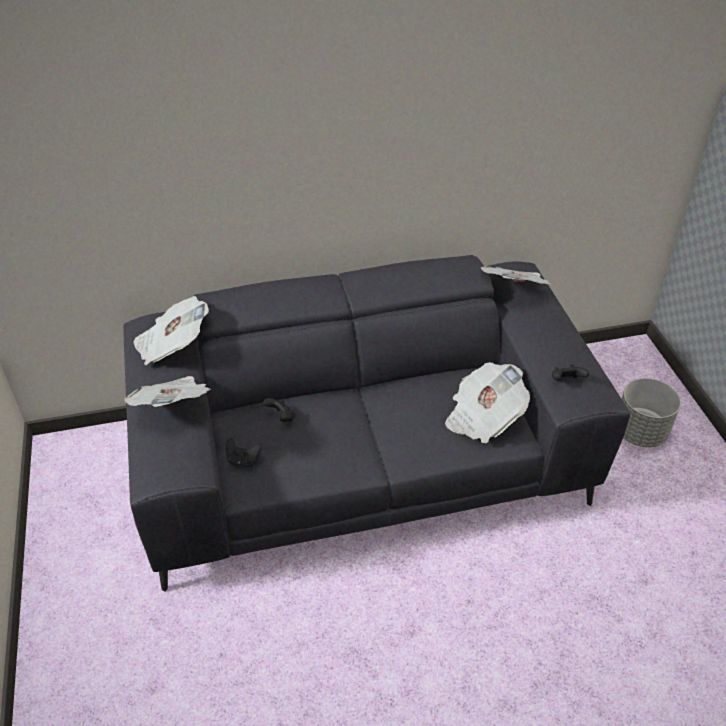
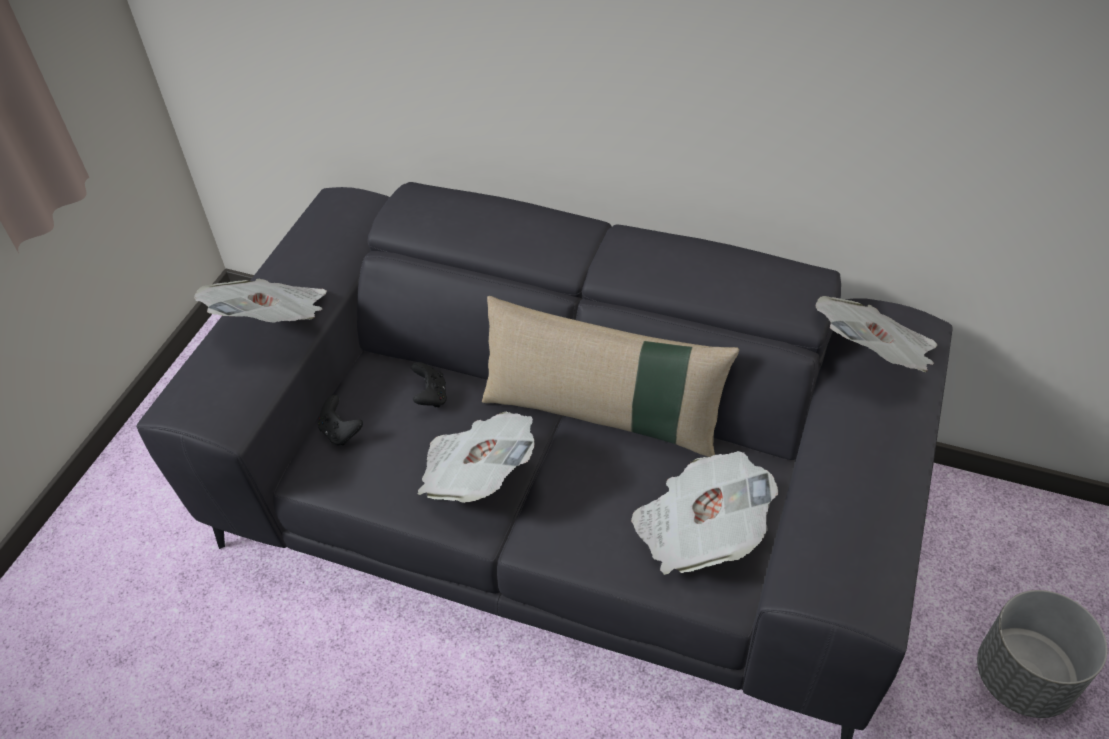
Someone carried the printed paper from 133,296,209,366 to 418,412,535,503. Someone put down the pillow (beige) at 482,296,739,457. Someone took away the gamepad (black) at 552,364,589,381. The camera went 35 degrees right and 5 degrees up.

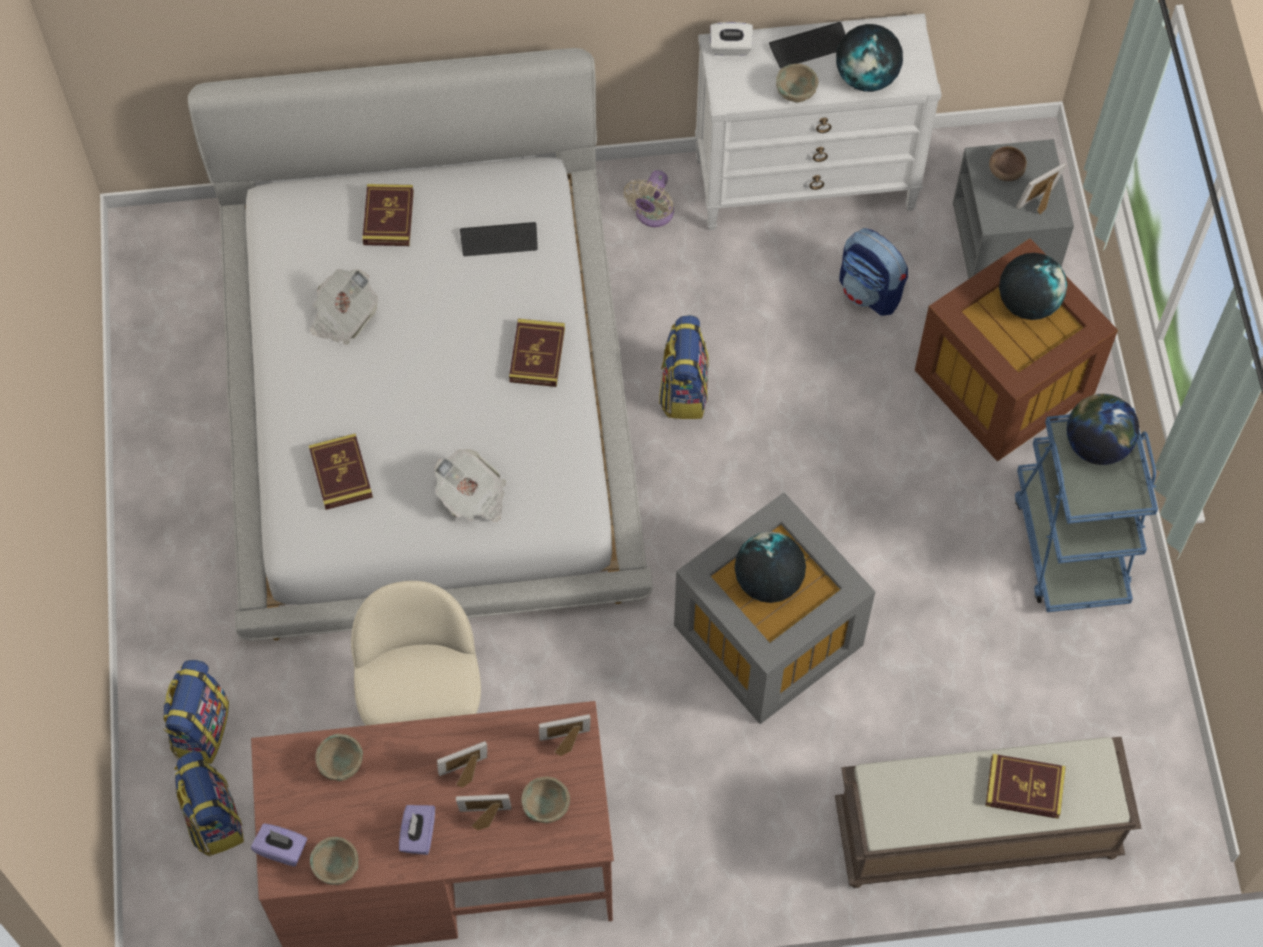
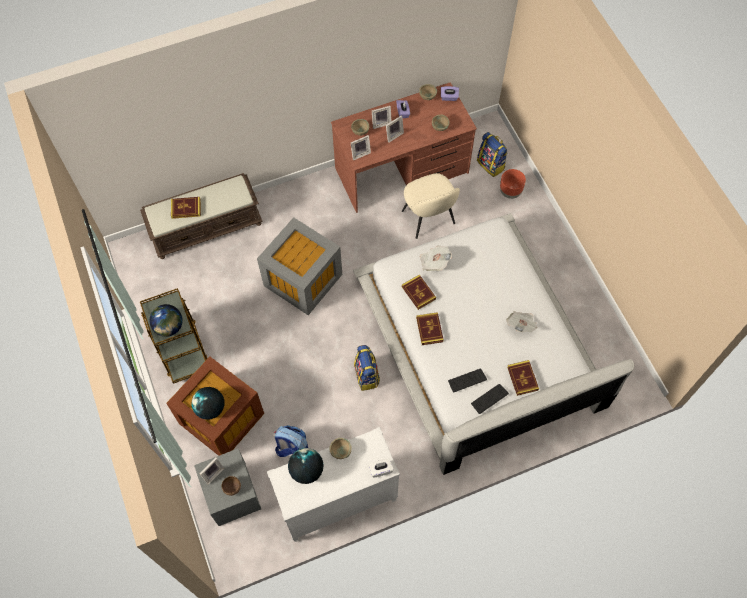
Someone repainted the cart (blue) at 1015,408,1158,612, which became the cart (brown-coloured) at 140,288,208,384. Someone carried the book from 309,433,373,510 to 402,275,436,310. Someone carried the computer keyboard from 769,22,846,68 to 471,384,509,414. Someone swapped the rucksack at 164,660,229,764 for the plant pot (brown-coloured) at 500,169,526,199. Someone took away the electric fan (beige) at 623,170,674,227. Someone took away the world globe at 735,532,806,603. The camera went 165 degrees right and 0 degrees up.

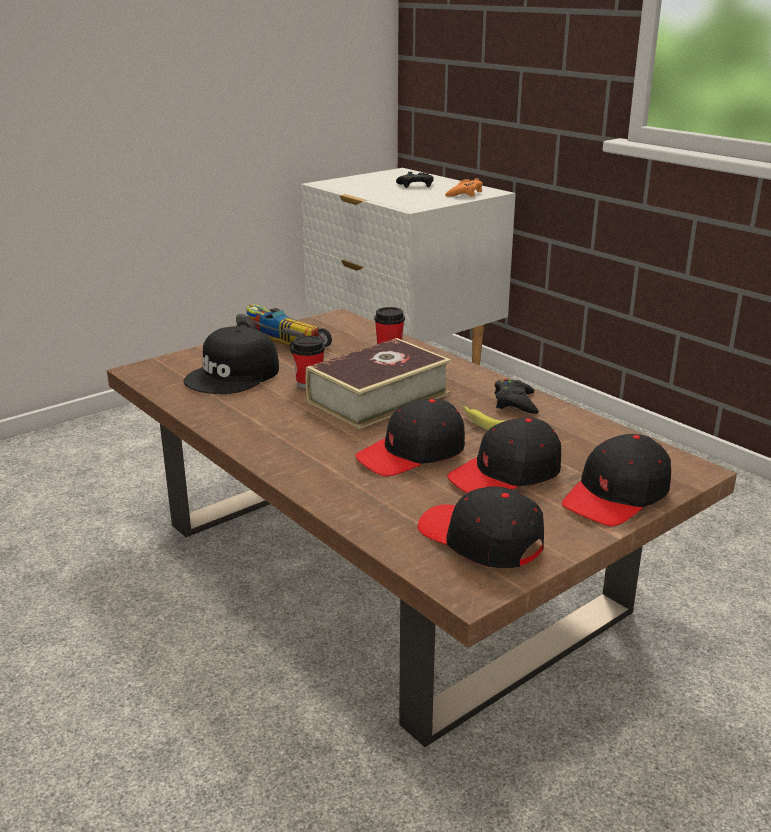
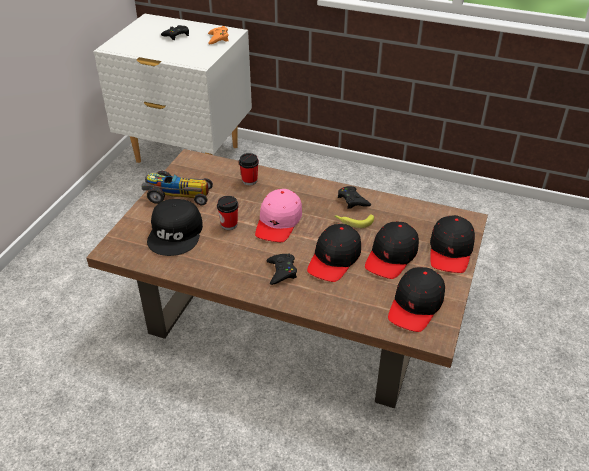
Someone swapped the book at 305,338,451,429 for the baseball cap (pinkish) at 255,189,302,242. Someone put down the gamepad (black) at 267,254,297,285. Someone rotated the baseball cap (black) at 418,486,544,568 by 75 degrees counterclockwise. The camera went 30 degrees left and 15 degrees up.

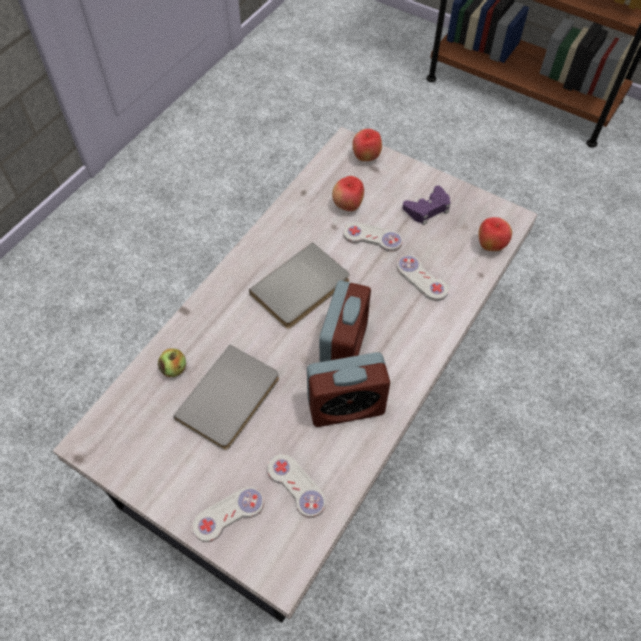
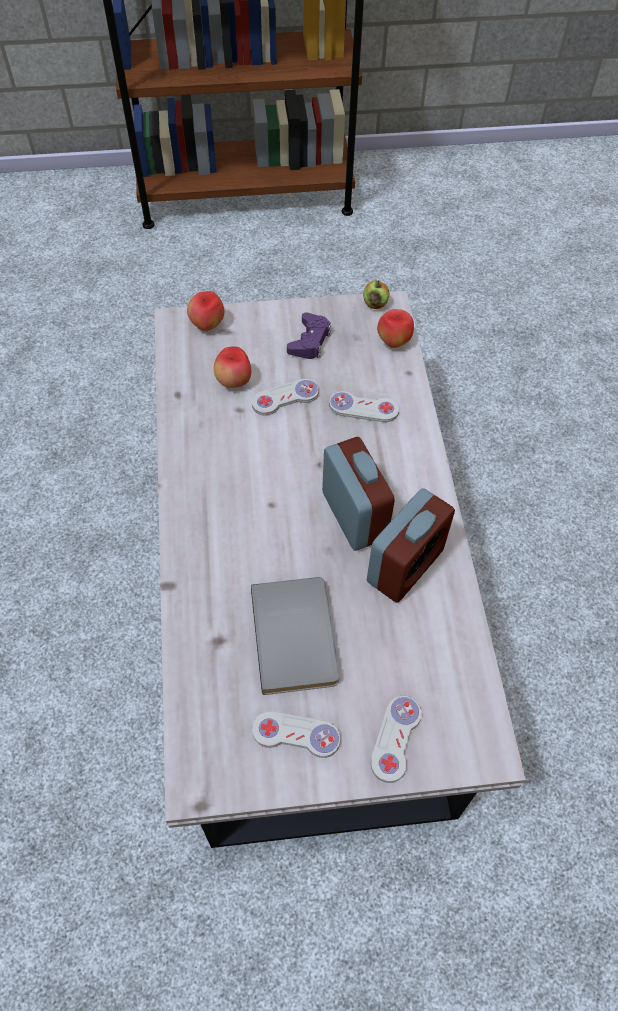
Someone carried the gamepad (whitish) from 267,454,326,518 to 252,711,341,758. Someone carried the apple fruit from 158,348,186,377 to 363,280,390,309. Someone took away the book (gray) at 249,242,349,329. The camera went 40 degrees left and 0 degrees up.

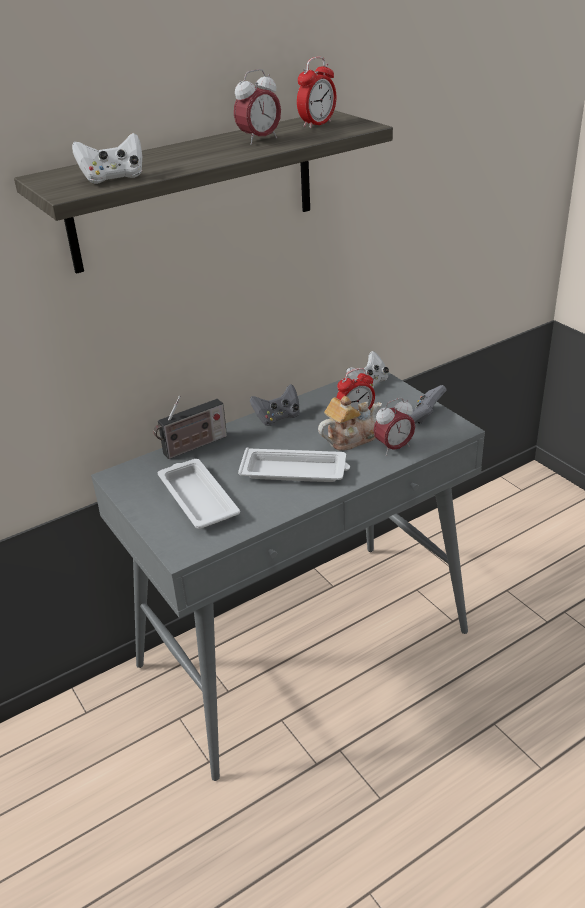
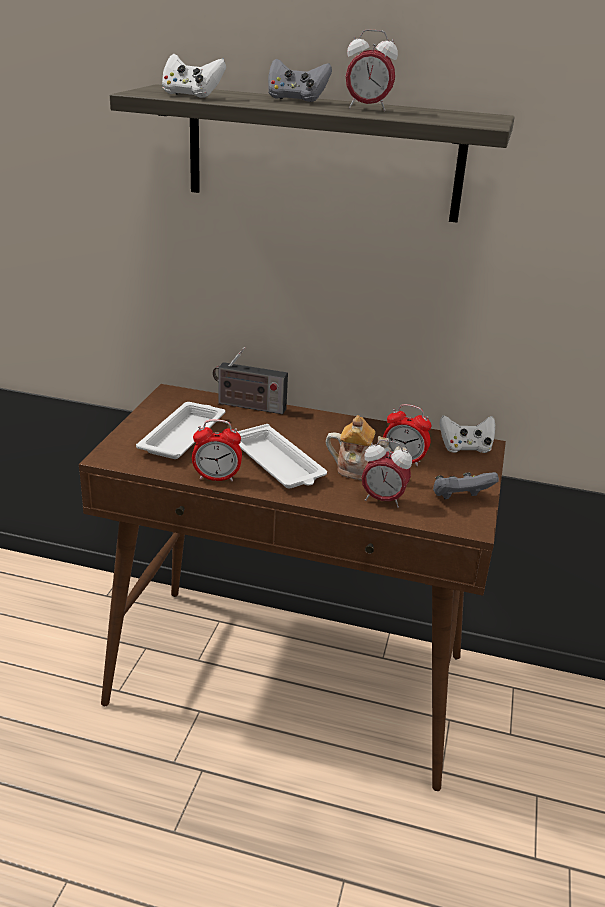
Someone repainted the console table (gray) at 91,372,485,781, which became the console table (brown-coloured) at 79,384,506,791. Someone carried the alarm clock from 297,57,337,129 to 192,419,242,481. Someone carried the gamepad (gray) from 250,384,300,426 to 268,59,332,102. The camera went 45 degrees right and 5 degrees down.

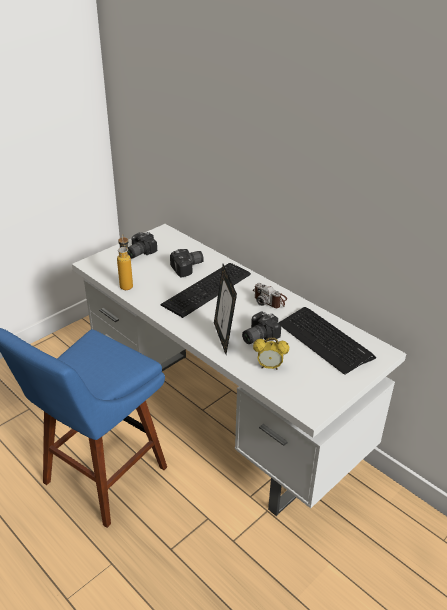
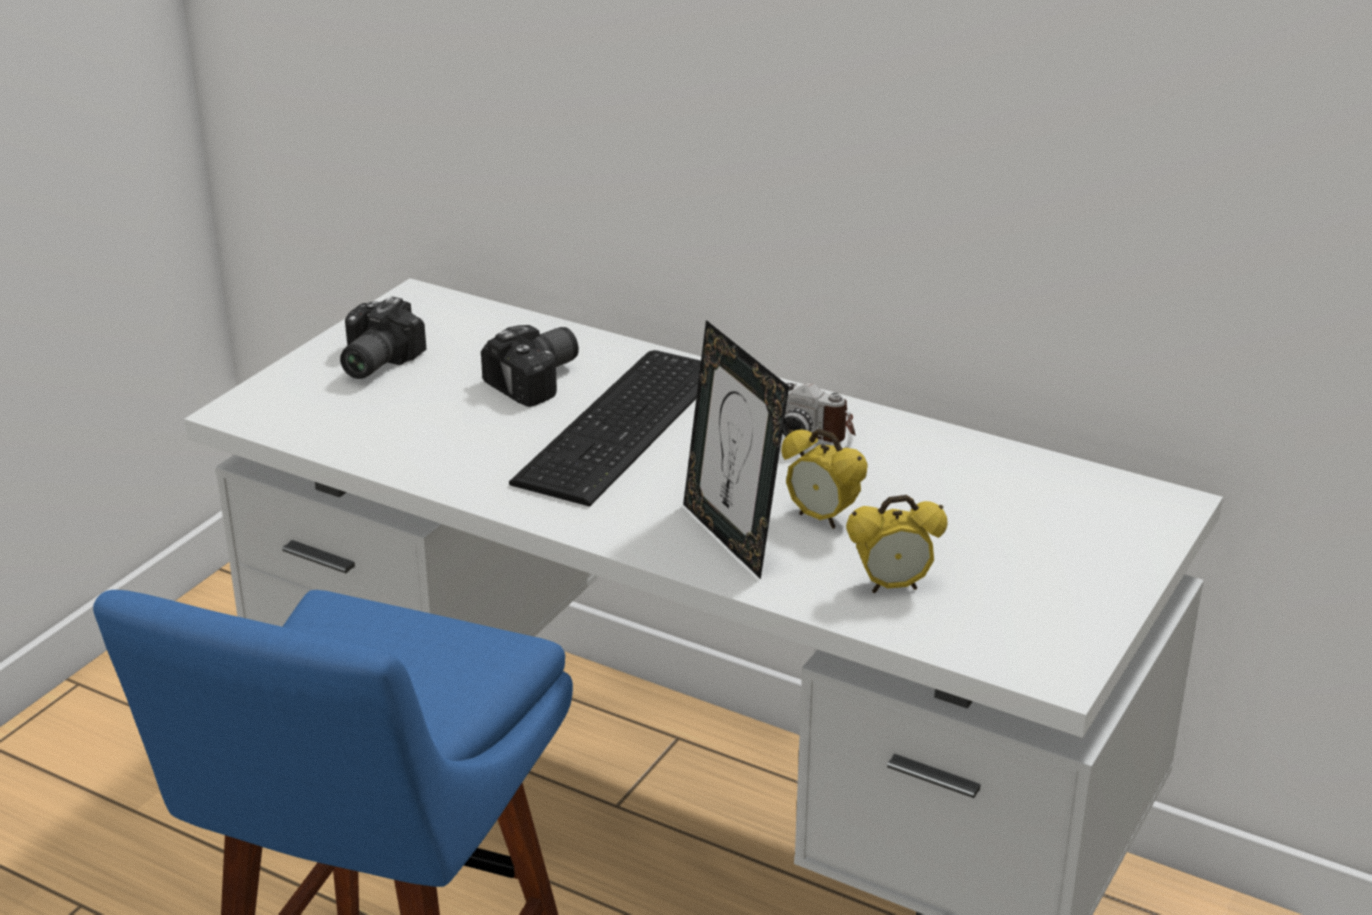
Someone swapped the still camera at 242,312,281,344 for the alarm clock at 781,429,868,529. Someone took away the bottle at 117,234,133,290. Someone took away the computer keyboard at 279,307,376,375. The camera went 15 degrees left and 5 degrees down.

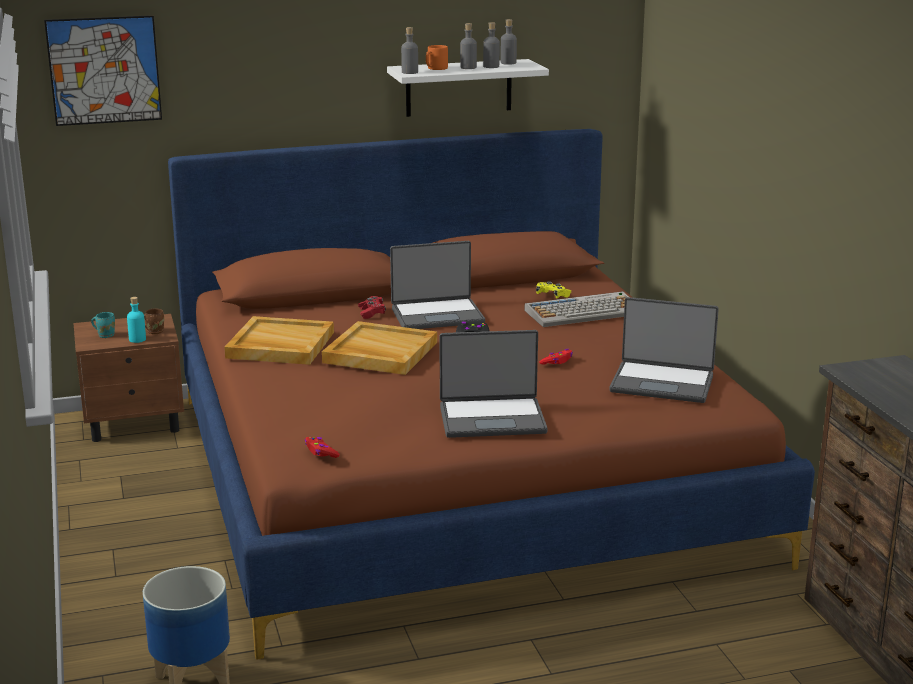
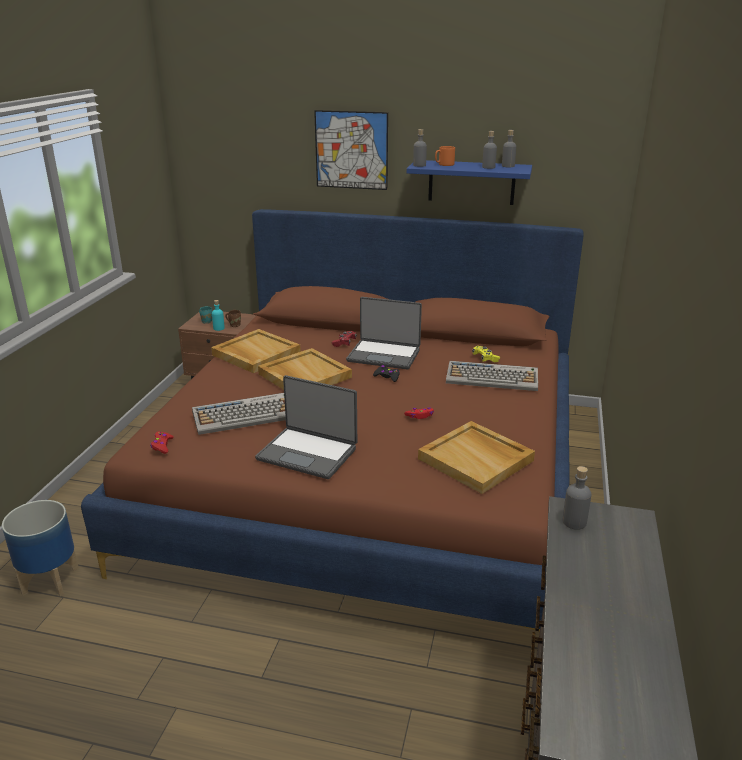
Someone put down the computer keyboard at 192,393,286,435. Someone carried the wall picture from 44,15,162,126 to 314,110,388,190. Someone repainted the bracket shelf (whitish) at 387,59,549,117, which became the bracket shelf (blue) at 407,160,532,205. Someone swapped the portable computer at 610,297,719,403 for the tray (beige) at 418,421,535,494. Someone carried the bottle (gray) from 460,23,477,69 to 562,466,591,530. The camera went 30 degrees right and 5 degrees up.

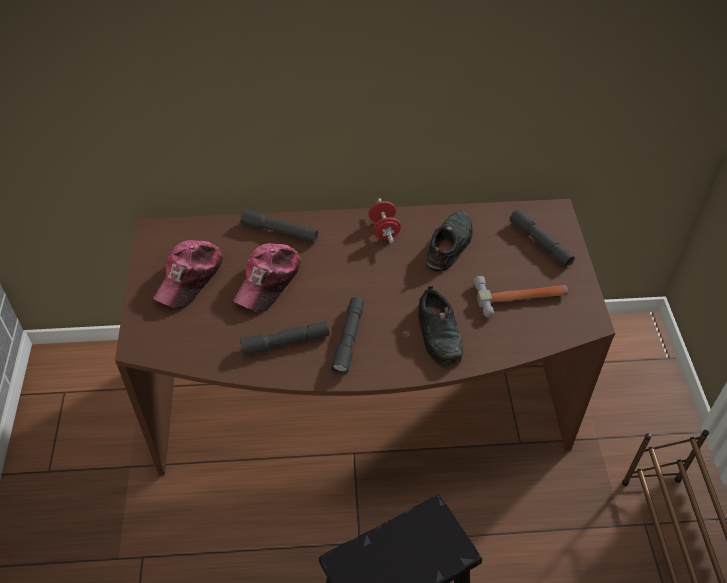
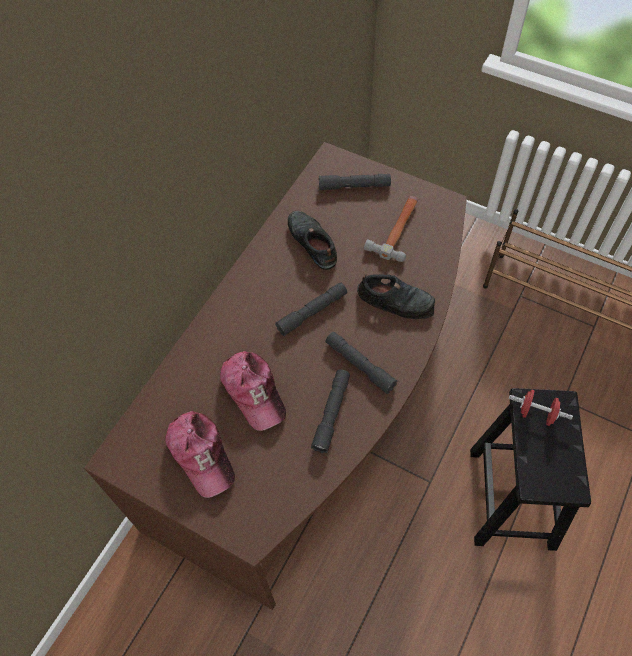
Someone carried the torch (gray) from 240,210,318,243 to 275,282,347,336. Someone carried the free weight (red) from 368,198,401,243 to 509,390,573,426. The camera went 55 degrees left and 10 degrees up.

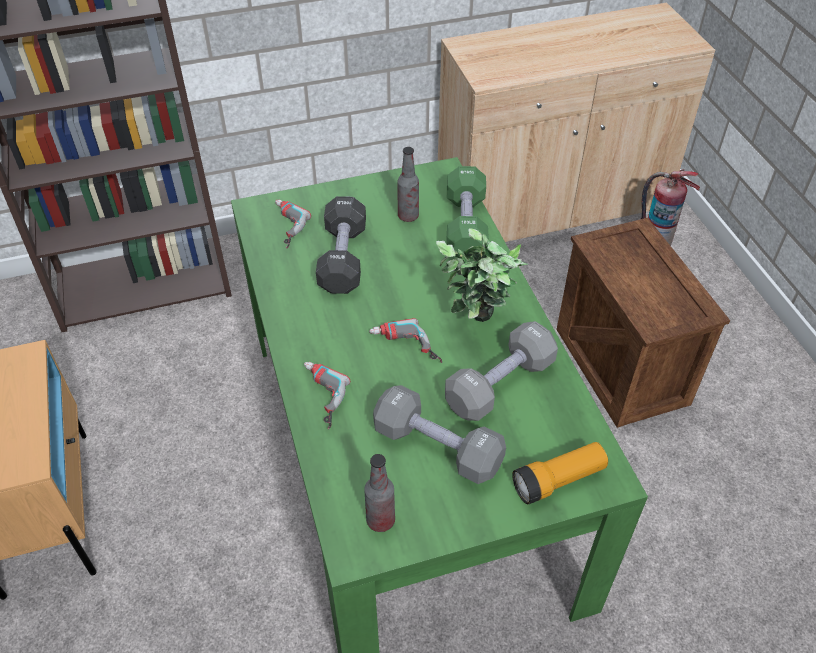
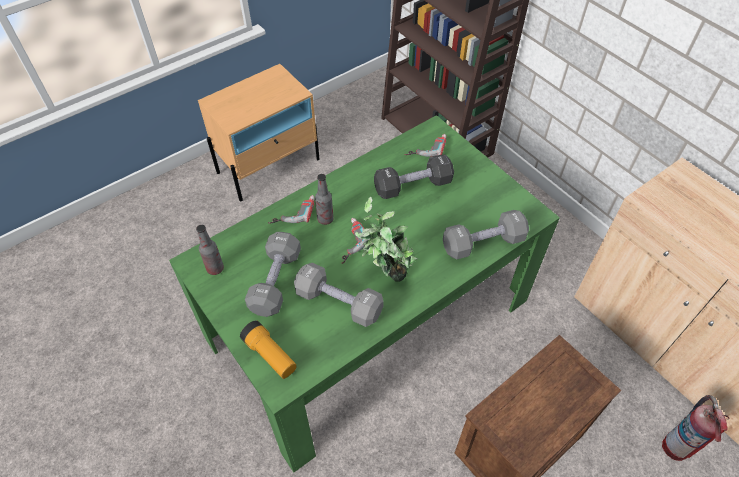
Someone carried the bottle from 398,147,419,222 to 315,174,334,225. Someone repainted the free weight (green-coloured) at 447,166,489,259, which became the free weight (gray) at 443,210,529,259. The camera went 70 degrees right and 5 degrees up.

